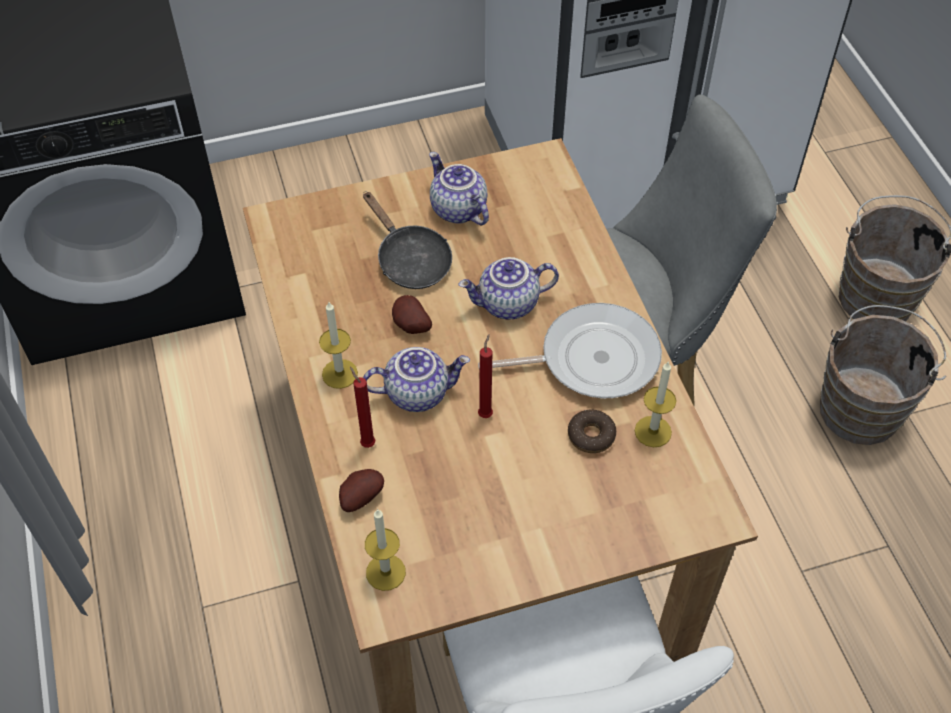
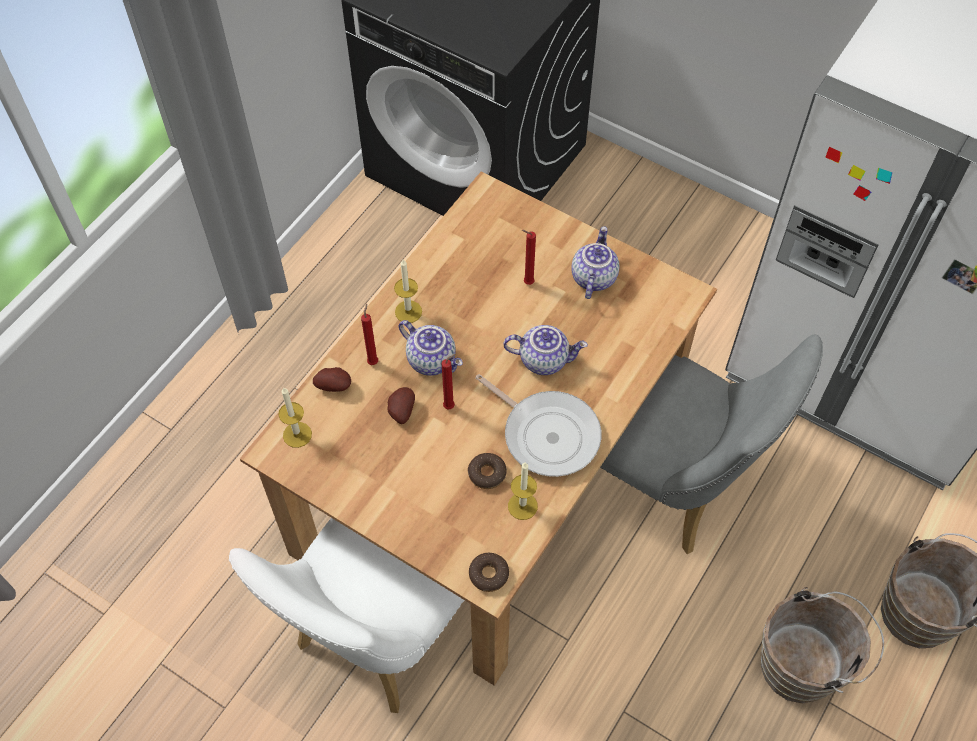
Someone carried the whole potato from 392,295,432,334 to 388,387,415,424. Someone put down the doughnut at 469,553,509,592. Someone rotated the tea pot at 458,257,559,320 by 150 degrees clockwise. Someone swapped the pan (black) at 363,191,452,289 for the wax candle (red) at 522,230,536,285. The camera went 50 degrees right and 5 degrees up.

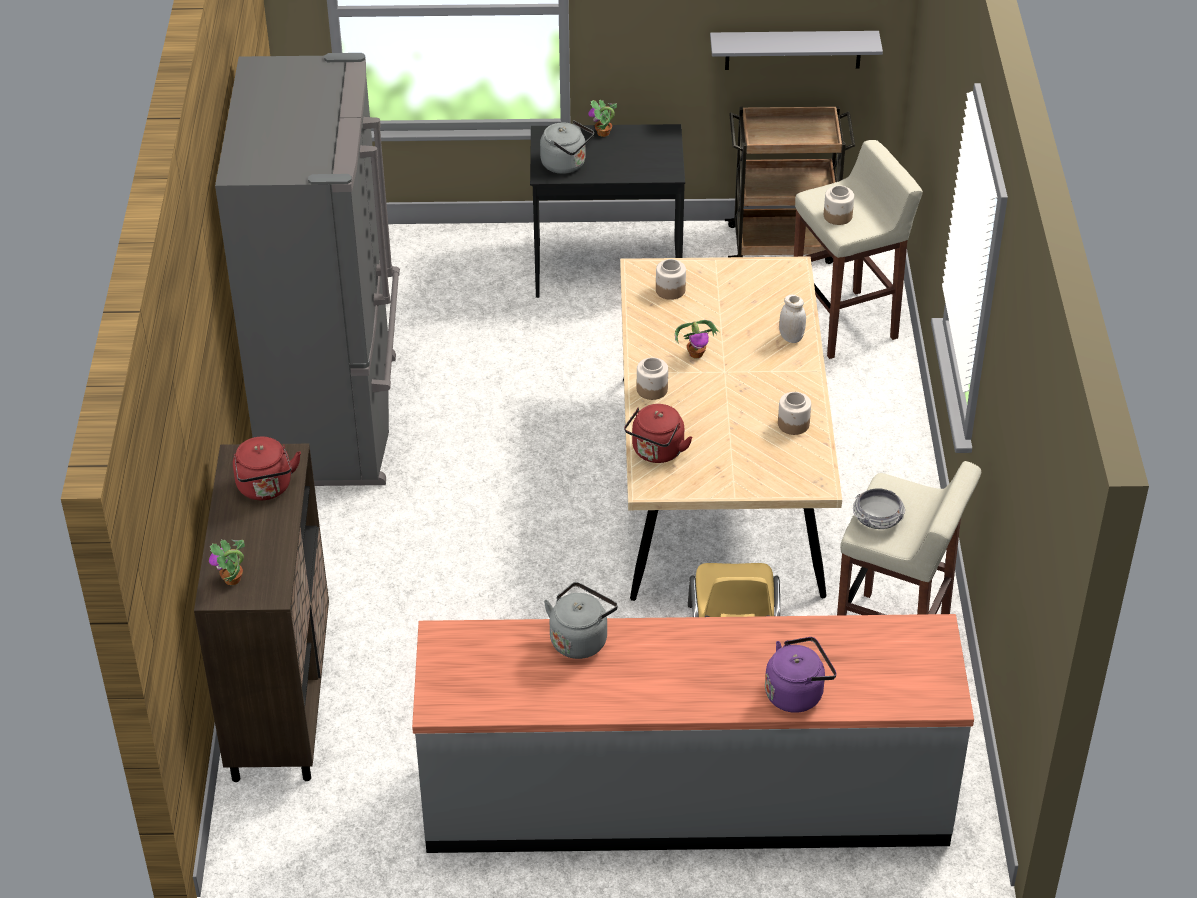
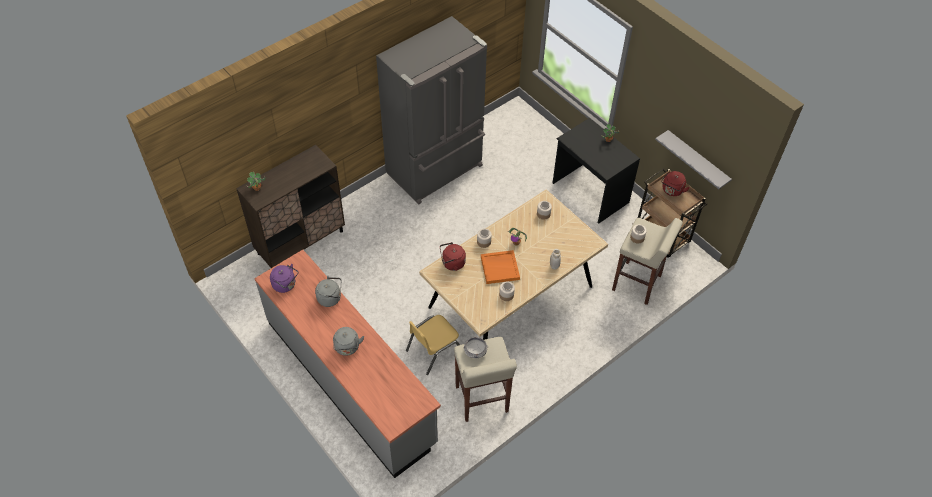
Someone carried the kettle (purple-coloured) from 765,637,837,713 to 270,264,298,293. Someone carried the kettle (gray) from 540,120,594,174 to 333,327,364,356. Someone put down the tray (orangey) at 481,250,520,284. Someone carried the kettle (red) from 233,437,301,500 to 661,171,690,196. The camera went 50 degrees right and 10 degrees up.

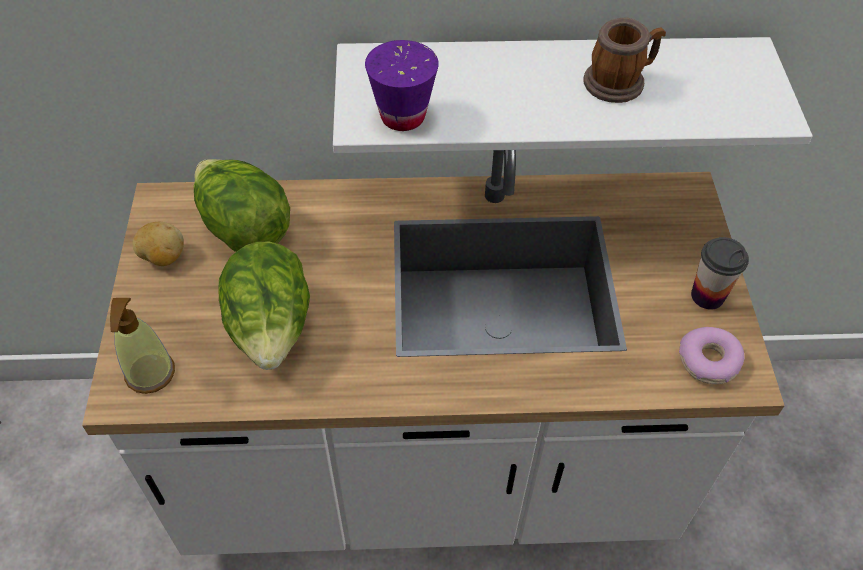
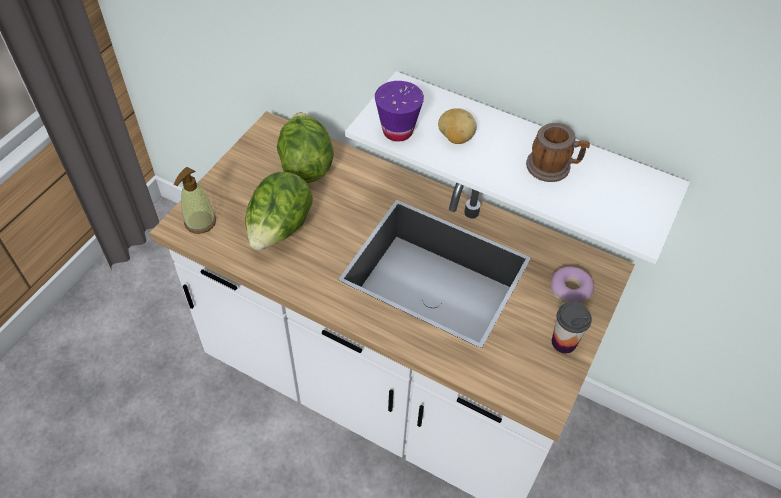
Someone carried the whole potato from 133,222,184,266 to 438,108,477,144. Someone carried the doughnut from 679,327,745,384 to 551,266,594,304. The camera went 30 degrees right and 0 degrees up.

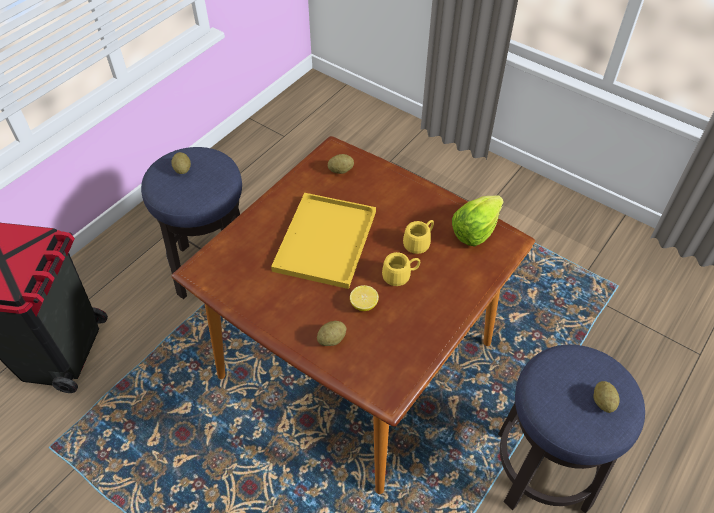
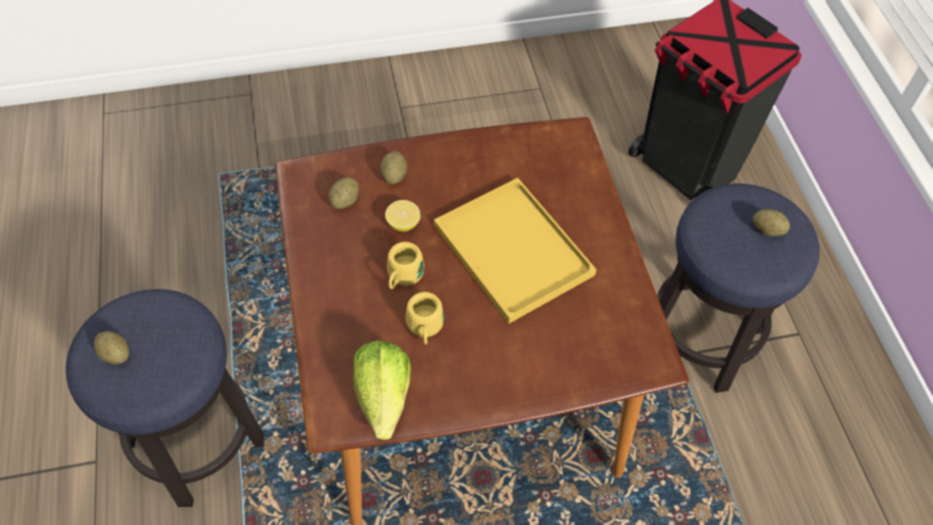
Someone carried the whole potato from 328,154,354,174 to 328,177,359,209. The camera went 130 degrees right and 5 degrees up.

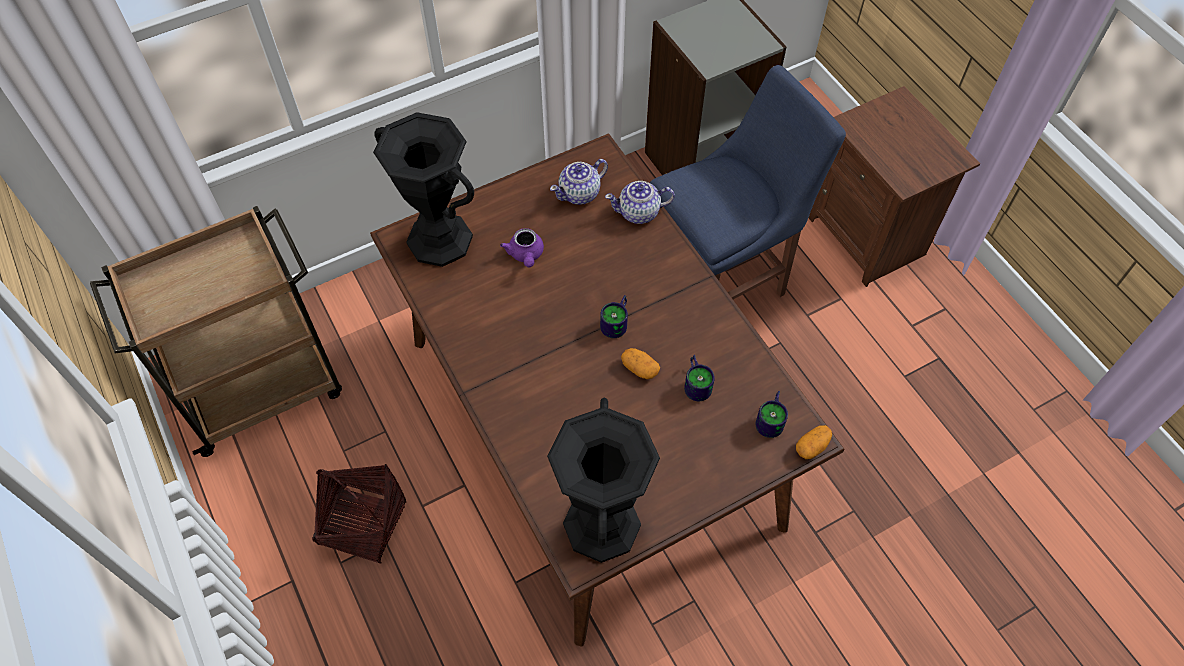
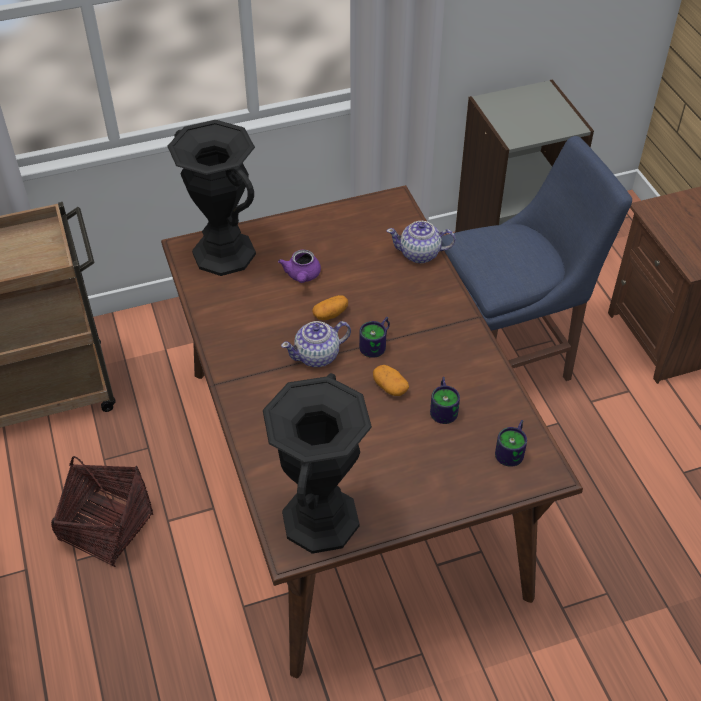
Someone carried the tea pot from 550,159,608,205 to 281,321,351,367. Someone carried the whole potato from 796,425,832,459 to 312,295,348,320. The camera went 10 degrees right and 10 degrees down.

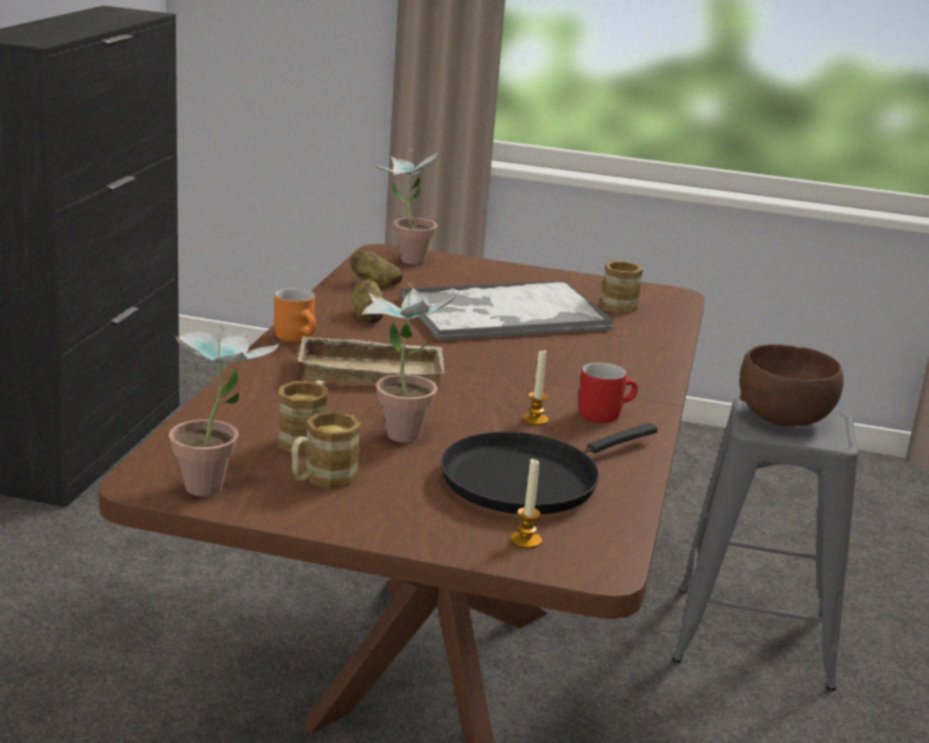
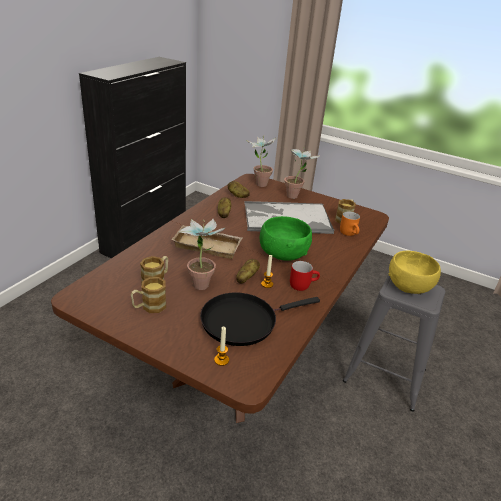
Someone put down the whole potato at 236,259,260,283. Someone put down the serving bowl (green-coloured) at 260,216,312,261. Someone carried the potted plant from 169,323,279,496 to 284,148,320,199. Someone carried the mug (orangey) from 274,288,316,342 to 340,211,360,236. Someone repainted the serving bowl (brown-coloured) at 739,344,844,426, which became the serving bowl (yellow-coloured) at 389,251,441,294. The camera went 15 degrees right and 10 degrees up.

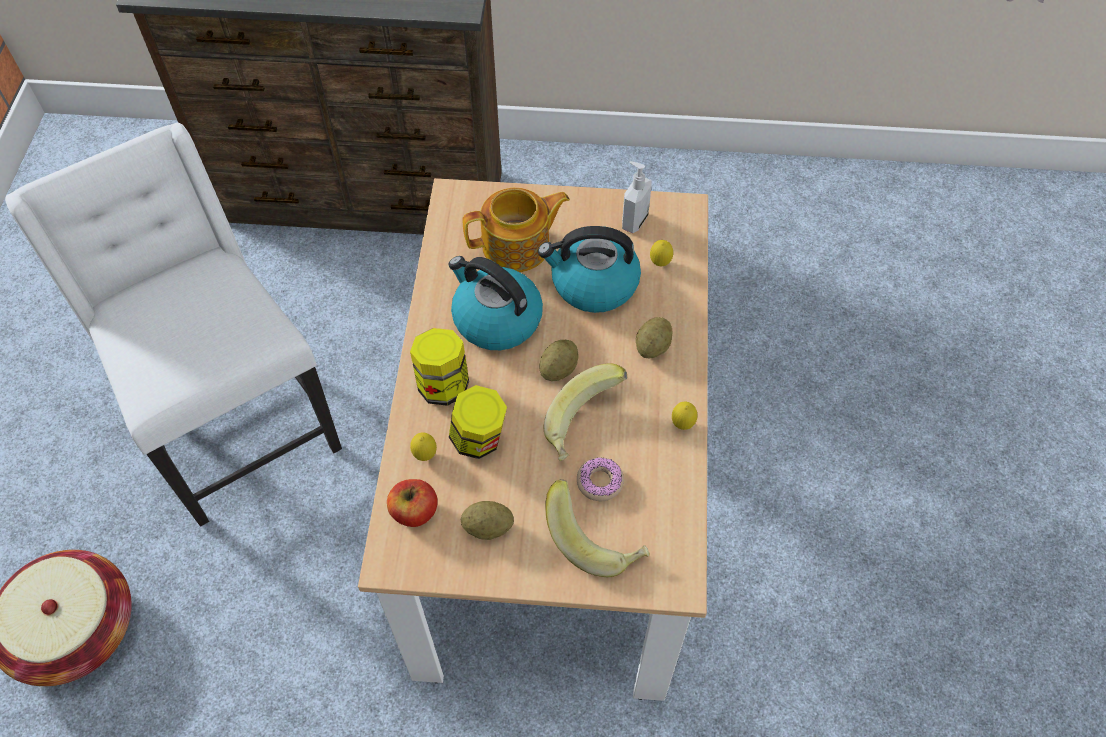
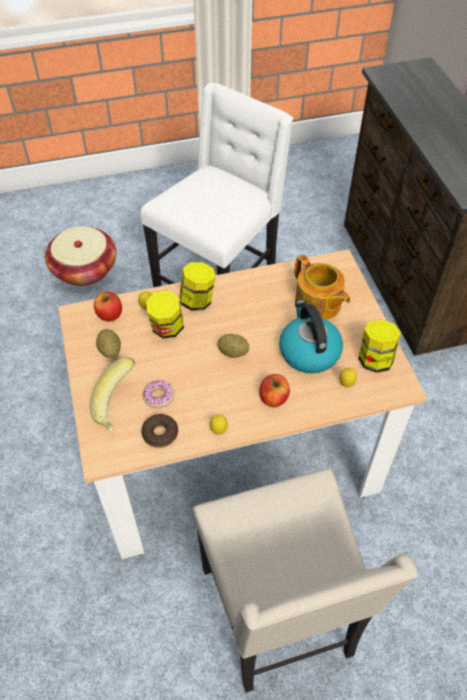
Someone put down the doughnut at 141,414,178,448. Someone put down the chair (beige) at 193,468,418,693. Someone swapped the whole potato at 636,317,672,358 for the apple fruit at 259,374,290,407. Someone swapped the soap bottle at 622,161,652,233 for the storage jar at 358,319,401,373. Someone took away the kettle at 448,256,543,350. Someone took away the whole banana at 544,363,627,461. The camera went 70 degrees right and 5 degrees down.

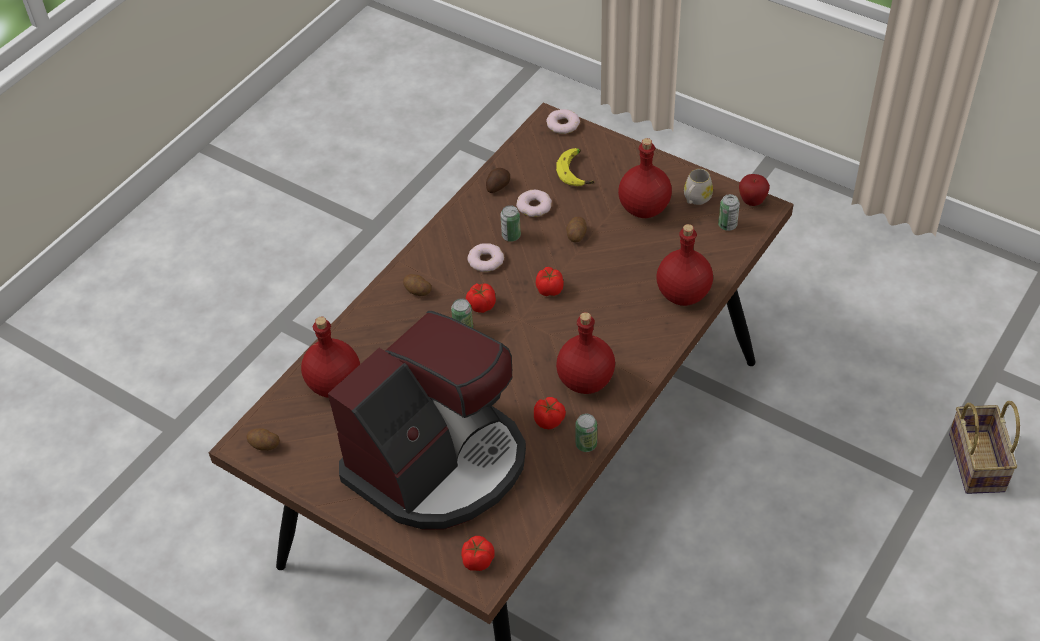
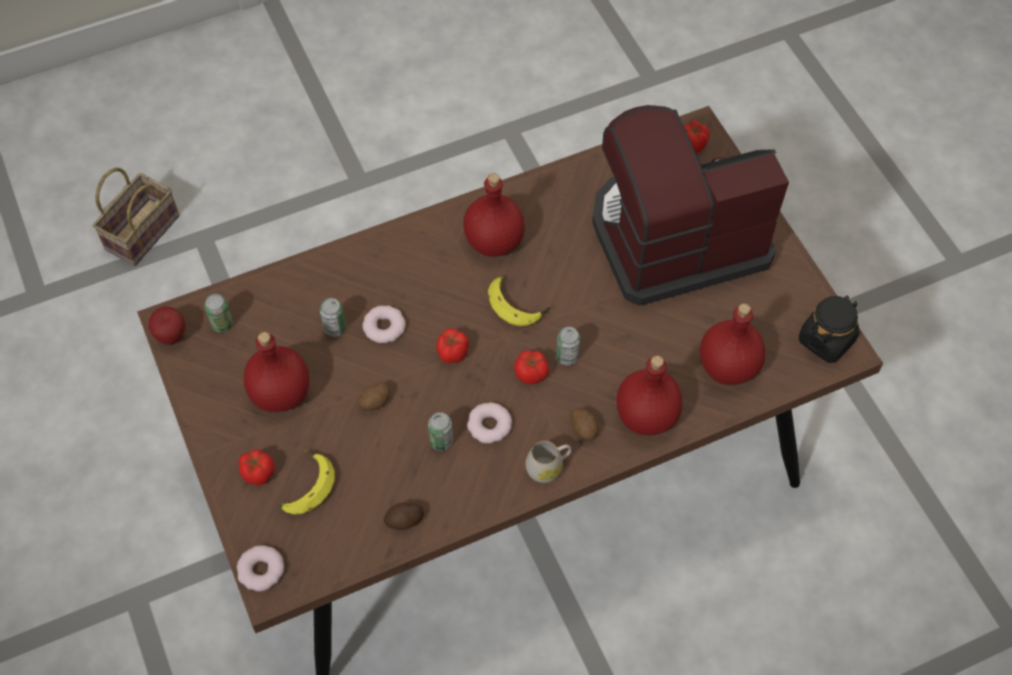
Someone carried the fresh tomato from 534,397,566,429 to 238,450,275,486. Someone carried the metal can from 575,414,597,452 to 320,298,346,337. Someone carried the doughnut from 516,190,552,217 to 362,305,406,343. Someone put down the whole banana at 488,277,549,326. Someone carried the mug (whitish) from 684,169,713,205 to 525,441,571,483. Someone carried the bottle (red) from 656,224,713,306 to 616,356,682,435. Someone swapped the whole potato at 246,428,280,451 for the storage jar (black) at 799,295,859,363. The camera went 150 degrees left and 10 degrees up.

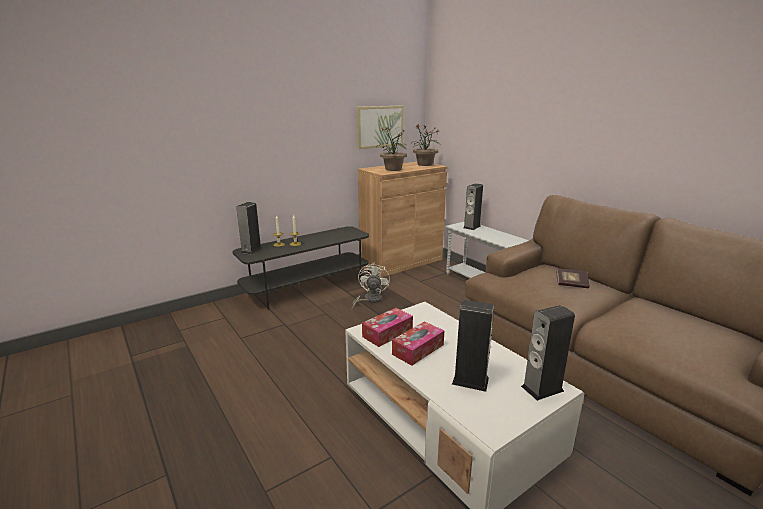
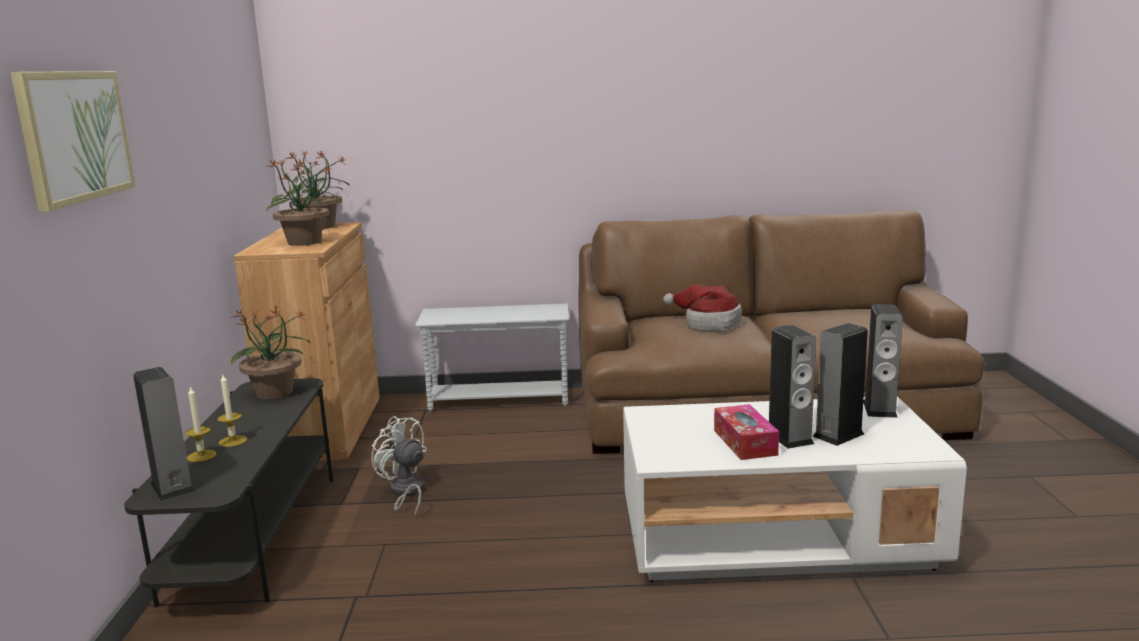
Someone carried the wall picture from 356,106,404,149 to 11,71,135,212. Someone put down the potted plant at 231,305,310,399. Someone swapped the book at 556,268,590,288 for the clothing hat at 663,285,742,331. Someone carried the audio speaker from 463,183,483,230 to 769,325,816,449. Someone took away the tissue box at 362,308,413,347. The camera went 55 degrees left and 5 degrees down.

